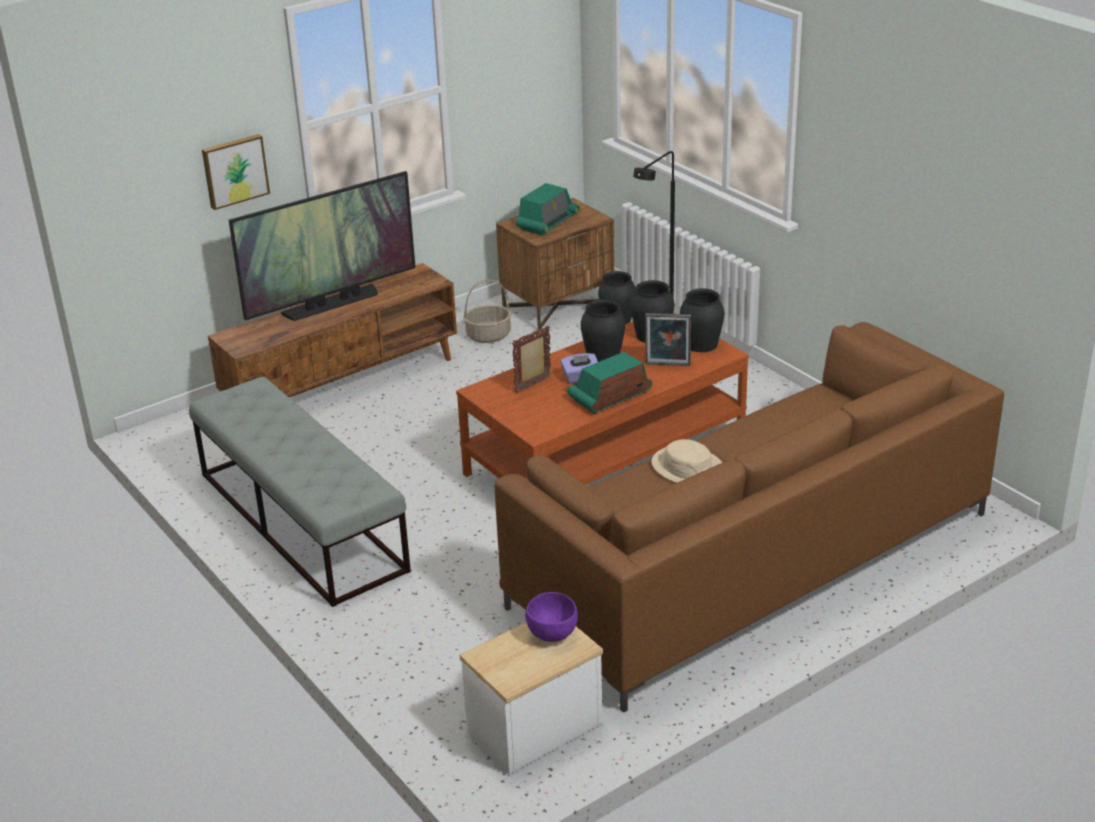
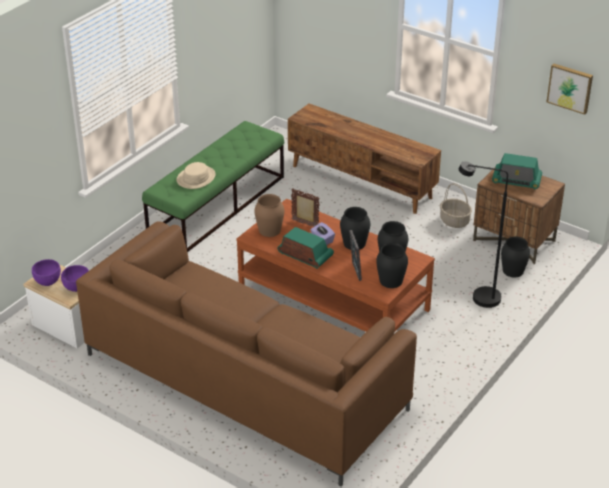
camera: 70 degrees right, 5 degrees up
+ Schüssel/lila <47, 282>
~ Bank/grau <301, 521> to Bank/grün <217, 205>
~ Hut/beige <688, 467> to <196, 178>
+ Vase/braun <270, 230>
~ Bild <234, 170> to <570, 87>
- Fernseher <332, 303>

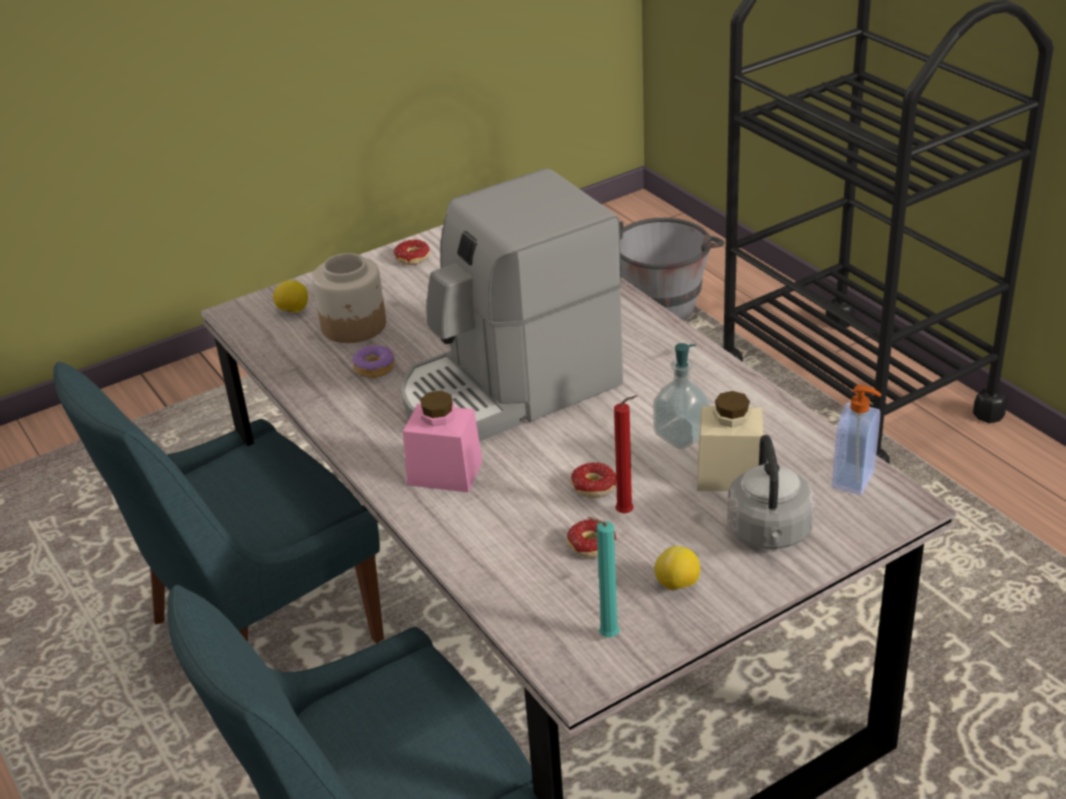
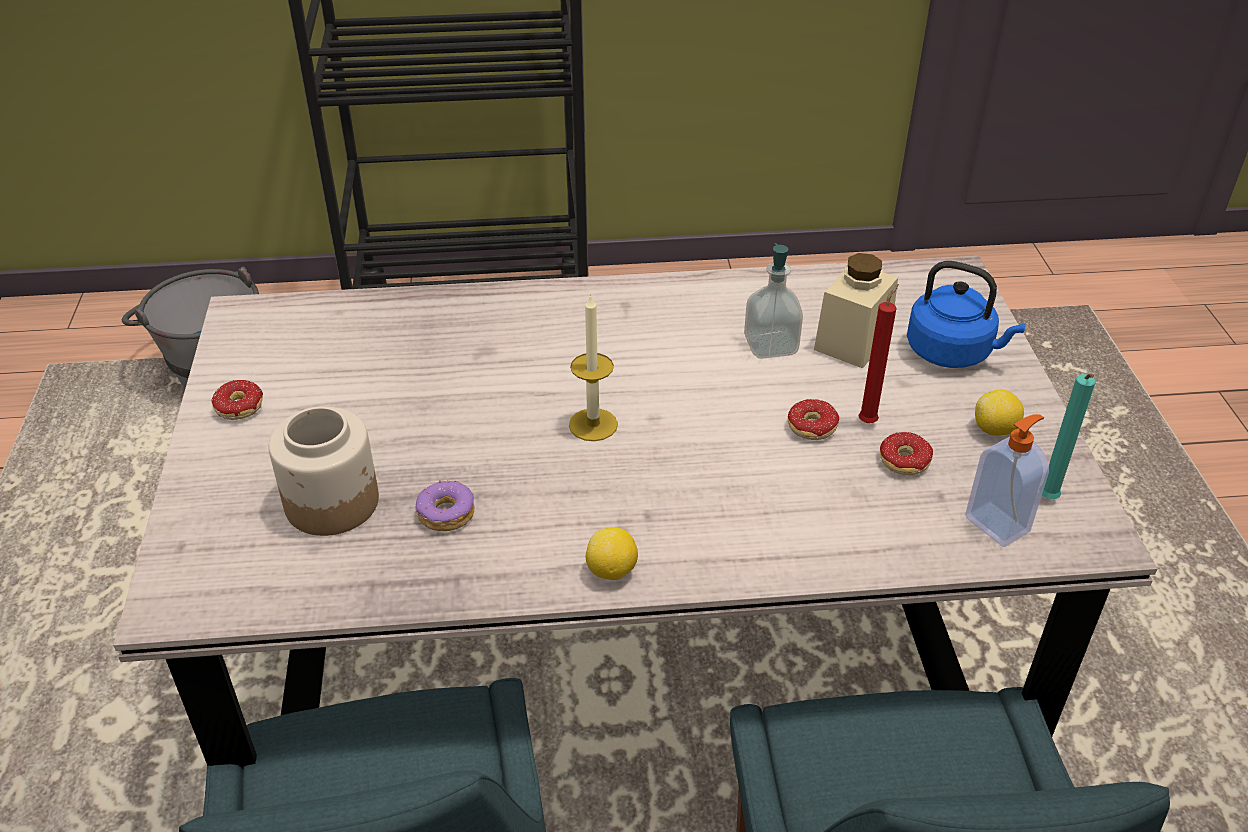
camera: 65 degrees left, 5 degrees up
~ Kaffeemaschine <509, 389> to Kerze <593, 425>
~ Zitrone <293, 311> to <612, 571>
~ Wasserkessel/grau <770, 534> to Wasserkessel/blau <952, 353>
~ Seifenspender <854, 480> to <998, 524>
- Vorratsglas/rosa <445, 473>

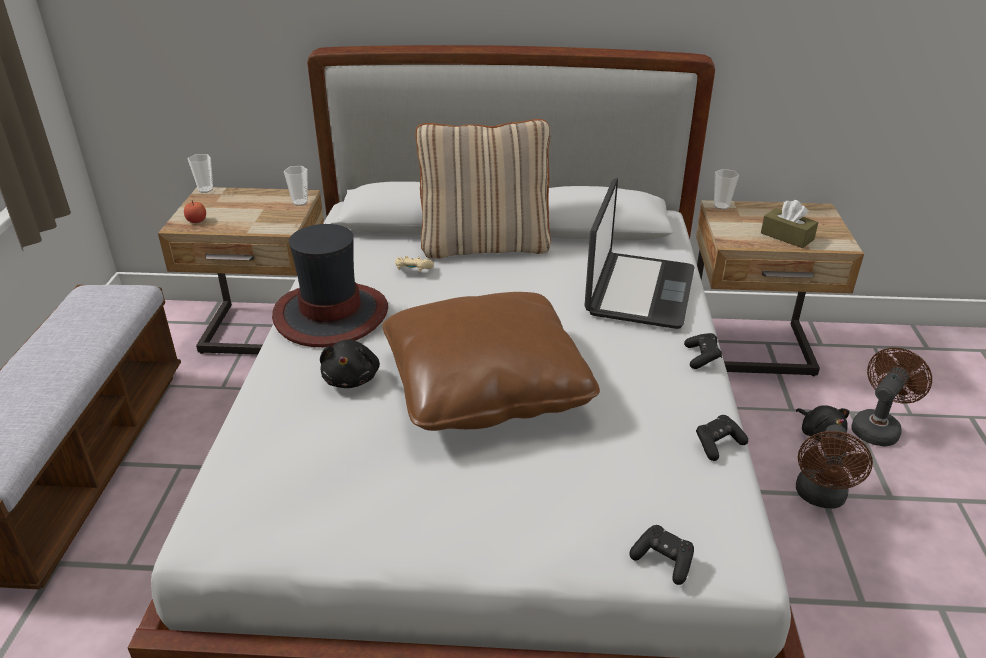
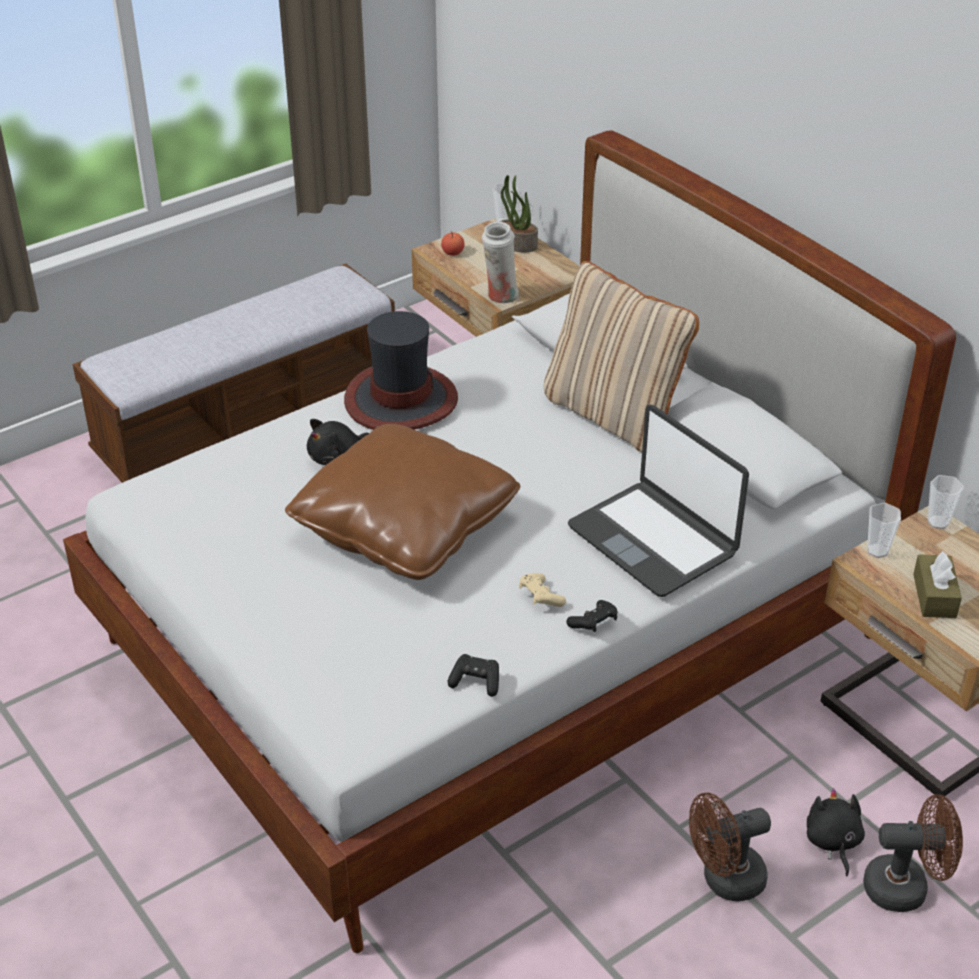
camera: 50 degrees right, 5 degrees up
+ Vase/weiß <500, 297>
+ Topfpflanze <516, 245>
~ Gamepad/beige <413, 271> to <540, 597>
~ Laptop <638, 291> = <653, 540> 75 degrees clockwise
~ Plüschtier/schwarz <820, 433> = <832, 842> 150 degrees clockwise
~ Tasse <300, 202> to <877, 551>
- Gamepad/schwarz <663, 561>

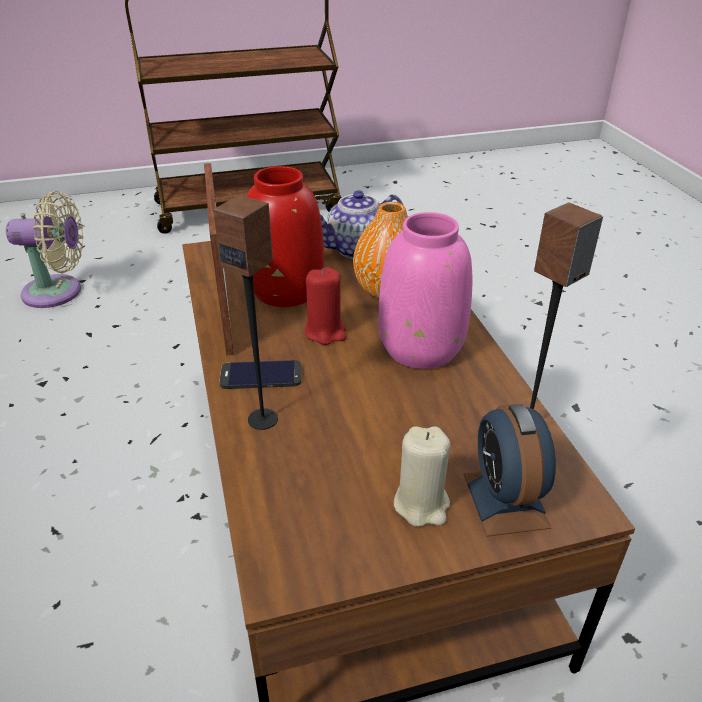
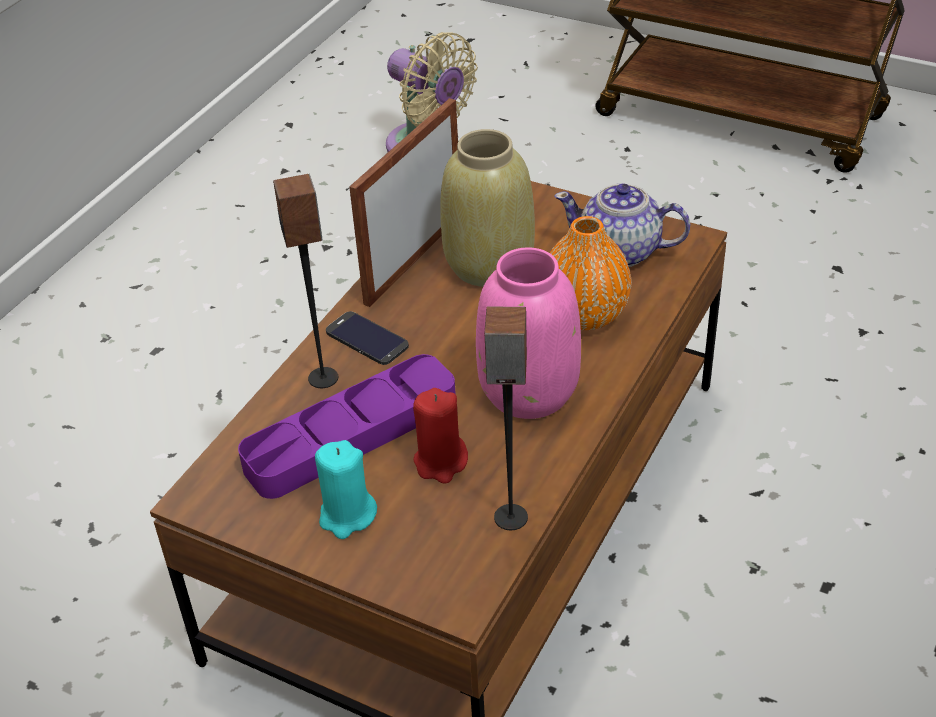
camera: 45 degrees right, 5 degrees up
+ Tablett/lila <351, 434>
~ Kerze/beige <421, 504> to Kerze/türkis <347, 516>
~ Kerze/rot <325, 332> to <440, 462>
~ Vase/rot <286, 290> to Vase/beige <490, 264>
- Wecker <505, 500>

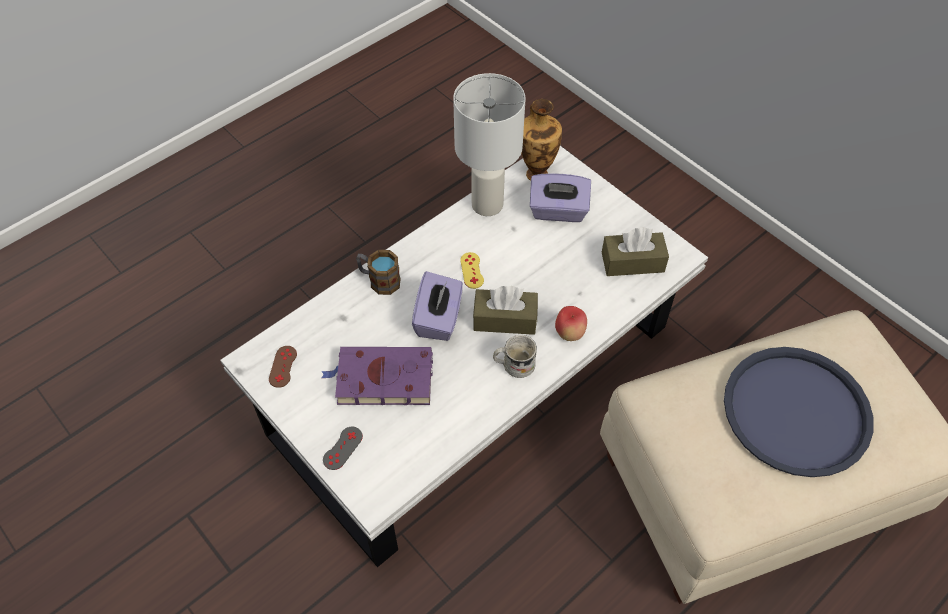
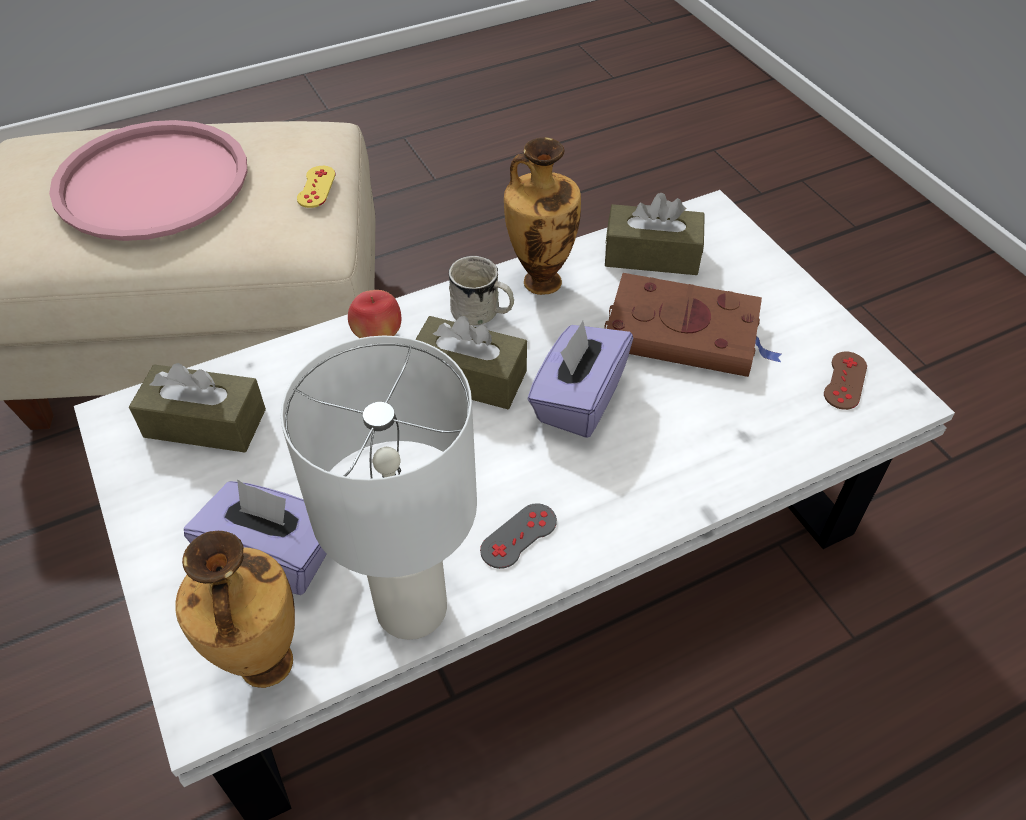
camera: 165 degrees left, 5 degrees down
~ Tablett/blau <796, 412> to Tablett/rosa <153, 182>
~ Gamepad/gelb <472, 270> to <316, 187>
~ Gamepad/grau <342, 448> to <519, 536>
+ Vase <540, 280>
~ Buch/lila <381, 379> to Buch/braun <686, 334>
+ Taschentuchbox/braun <652, 255>
- Henkelbecher <379, 280>

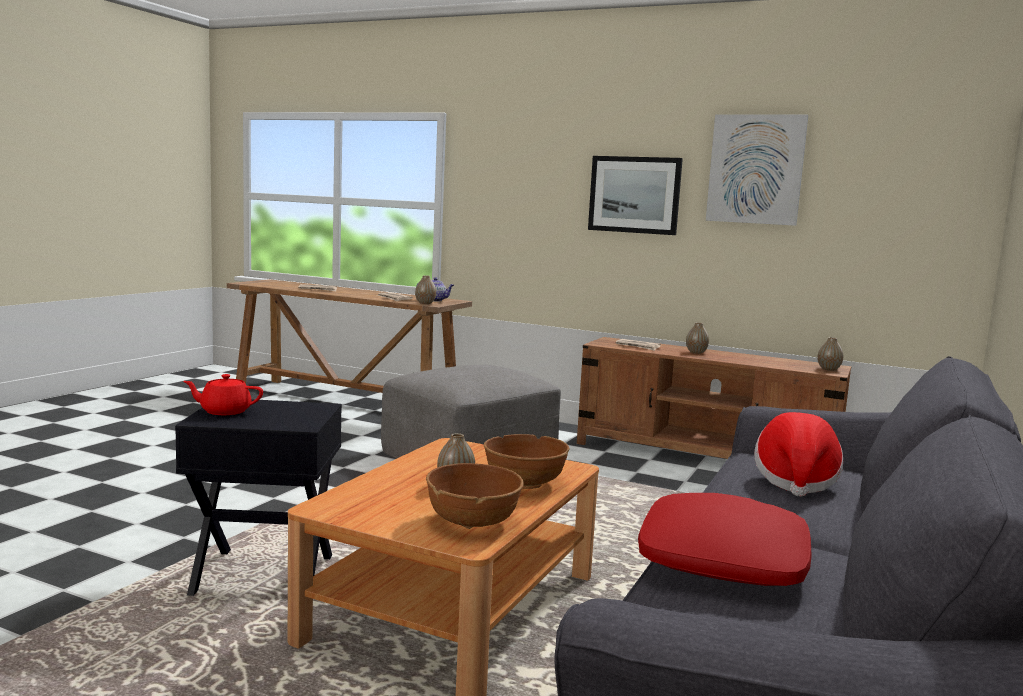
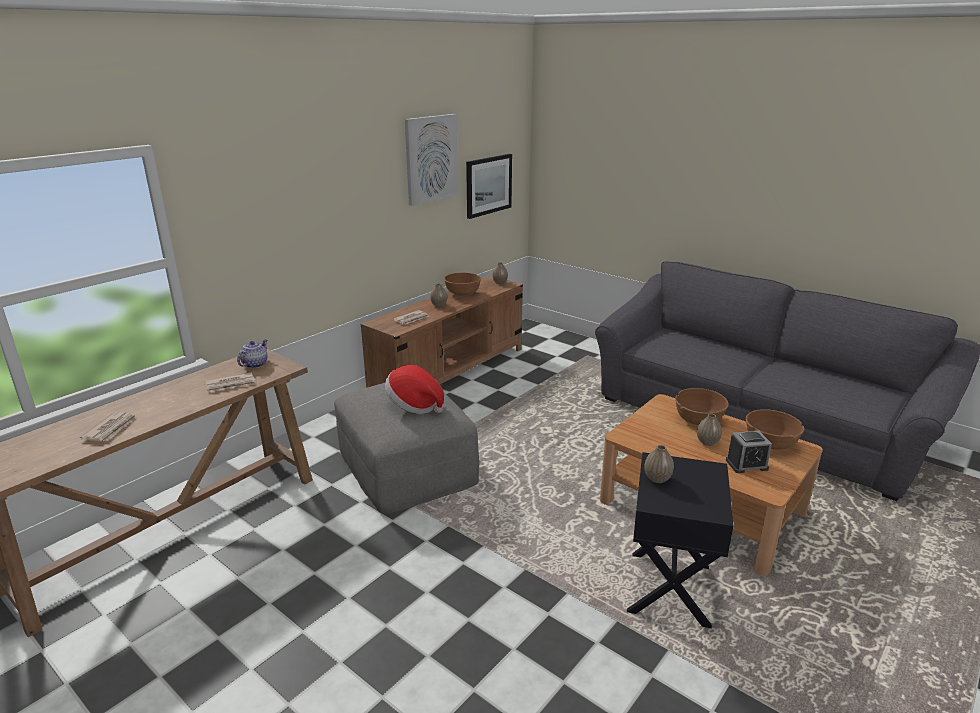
camera: 75 degrees left, 15 degrees up
~ Hut <795, 481> to <414, 405>
+ Schüssel/braun <462, 293>
~ Bild <634, 195> to <488, 185>
~ Vase <425, 303> to <657, 479>
+ Wecker <746, 464>
- Teekanne/rot <224, 411>
- Kissen/rot <724, 561>

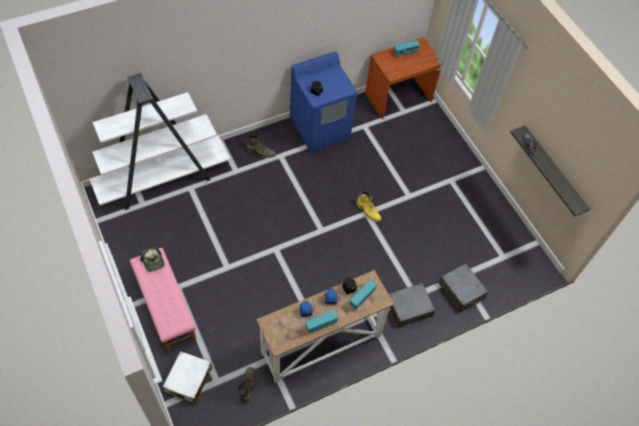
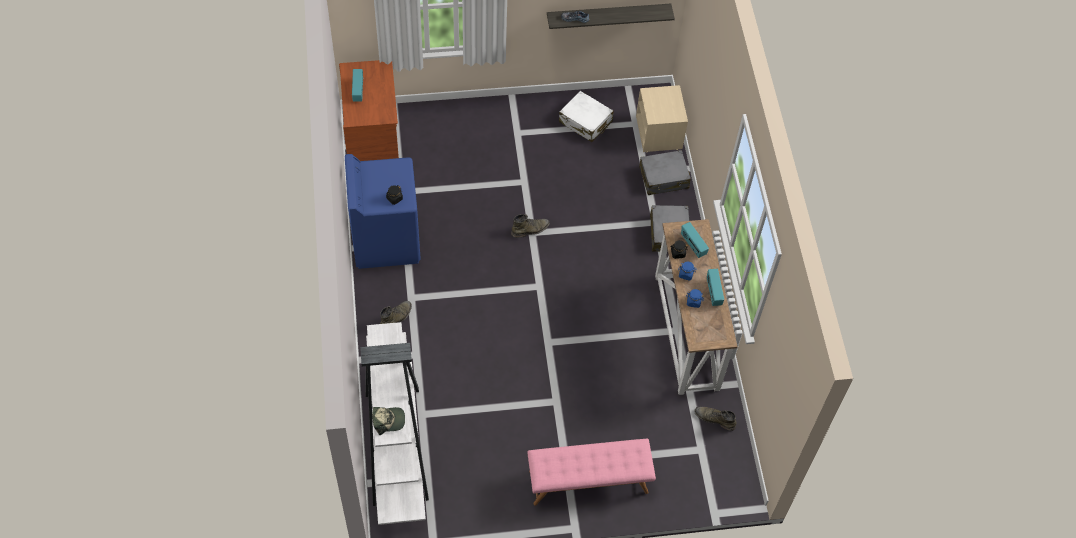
camera: 70 degrees left, 0 degrees up
~ Kappe <153, 261> to <388, 420>
~ Stiefel/gelb <368, 211> to Stiefel/grün <530, 229>
~ Koffer/weiß <188, 380> to <585, 122>
+ Nachttisch/beige <659, 133>

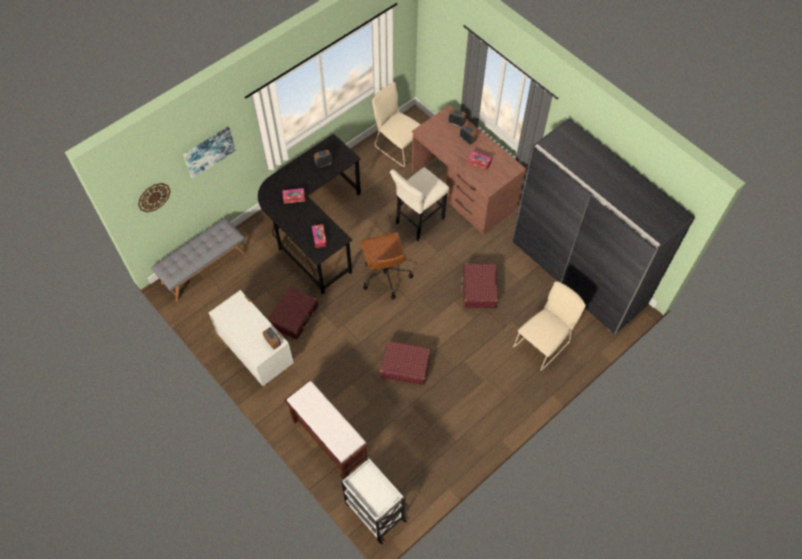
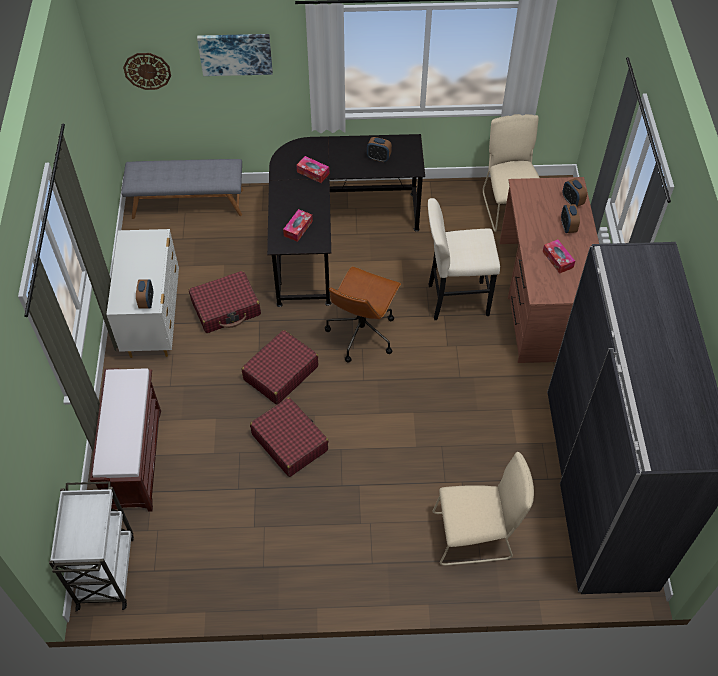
camera: 40 degrees right, 5 degrees down
~ Koffer/rot <479, 289> to <280, 373>

